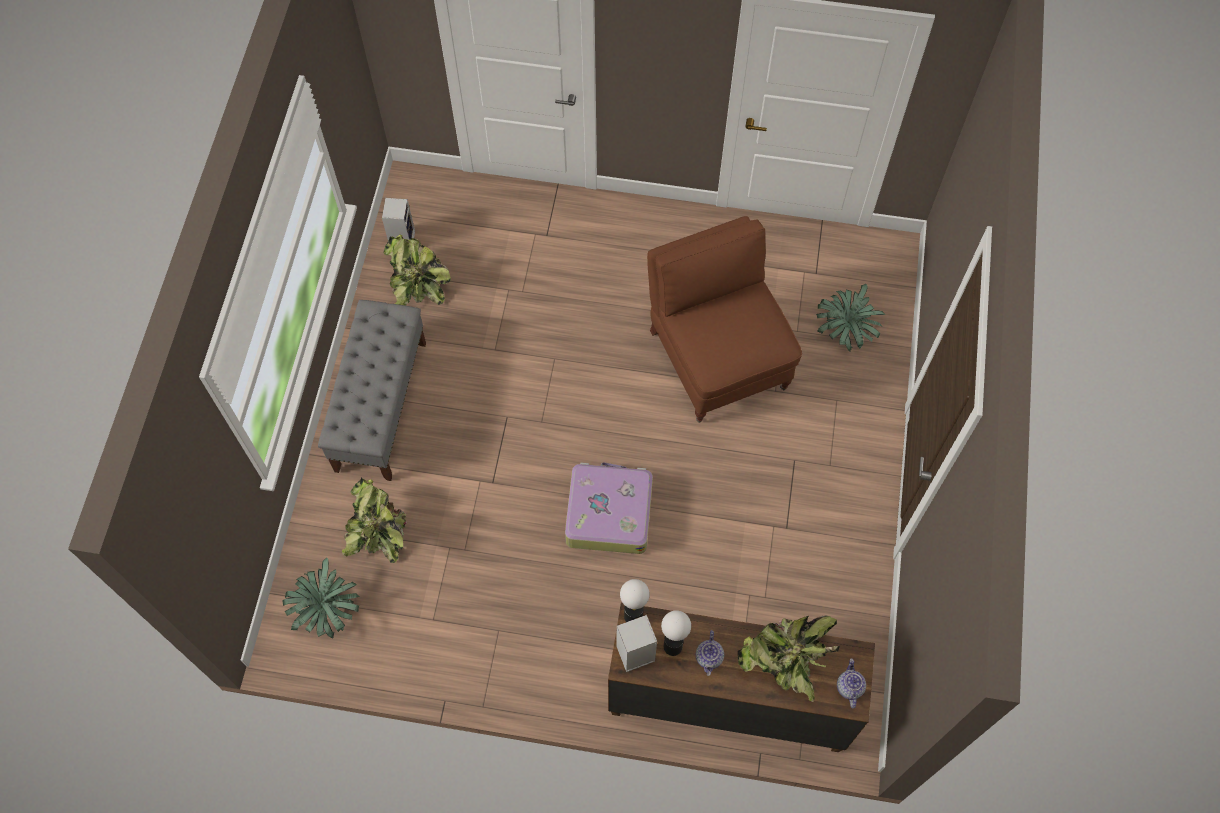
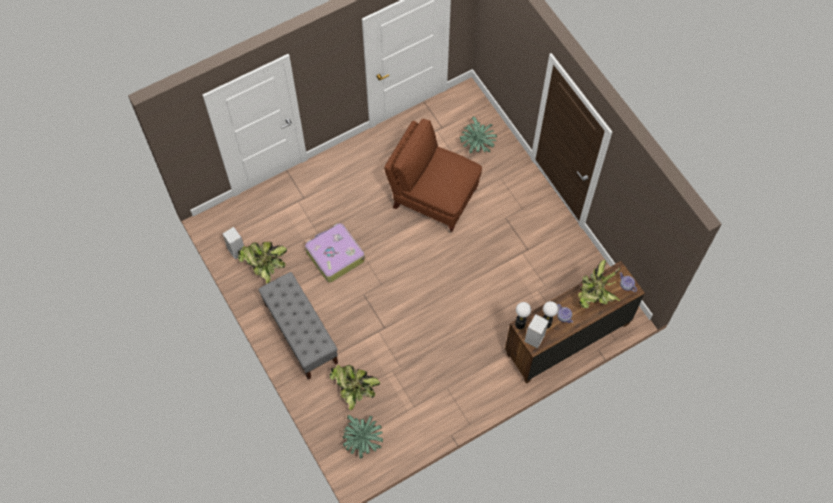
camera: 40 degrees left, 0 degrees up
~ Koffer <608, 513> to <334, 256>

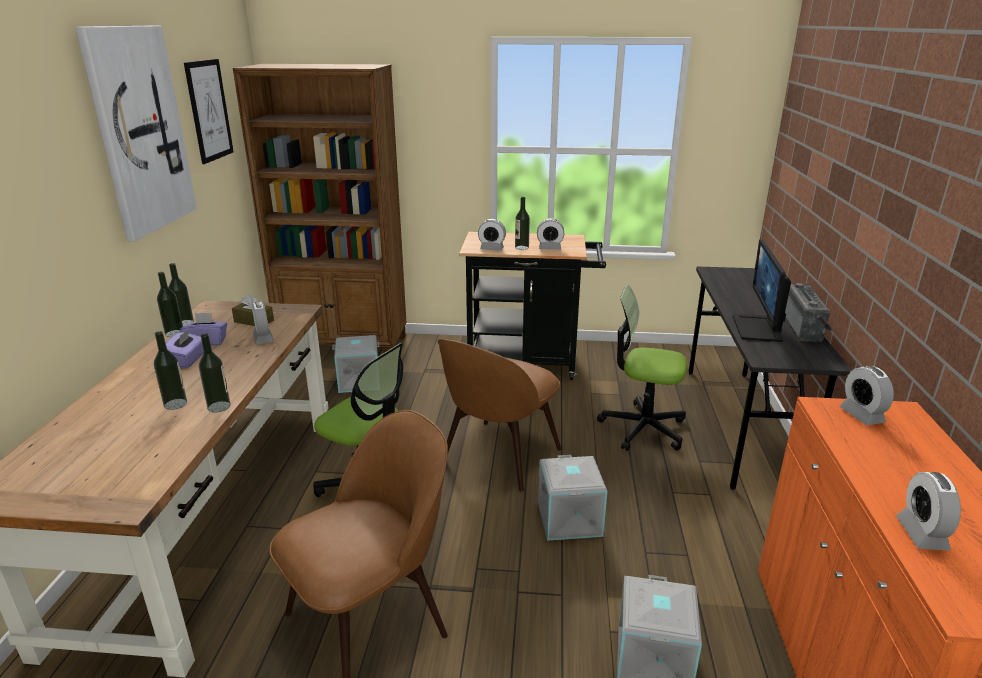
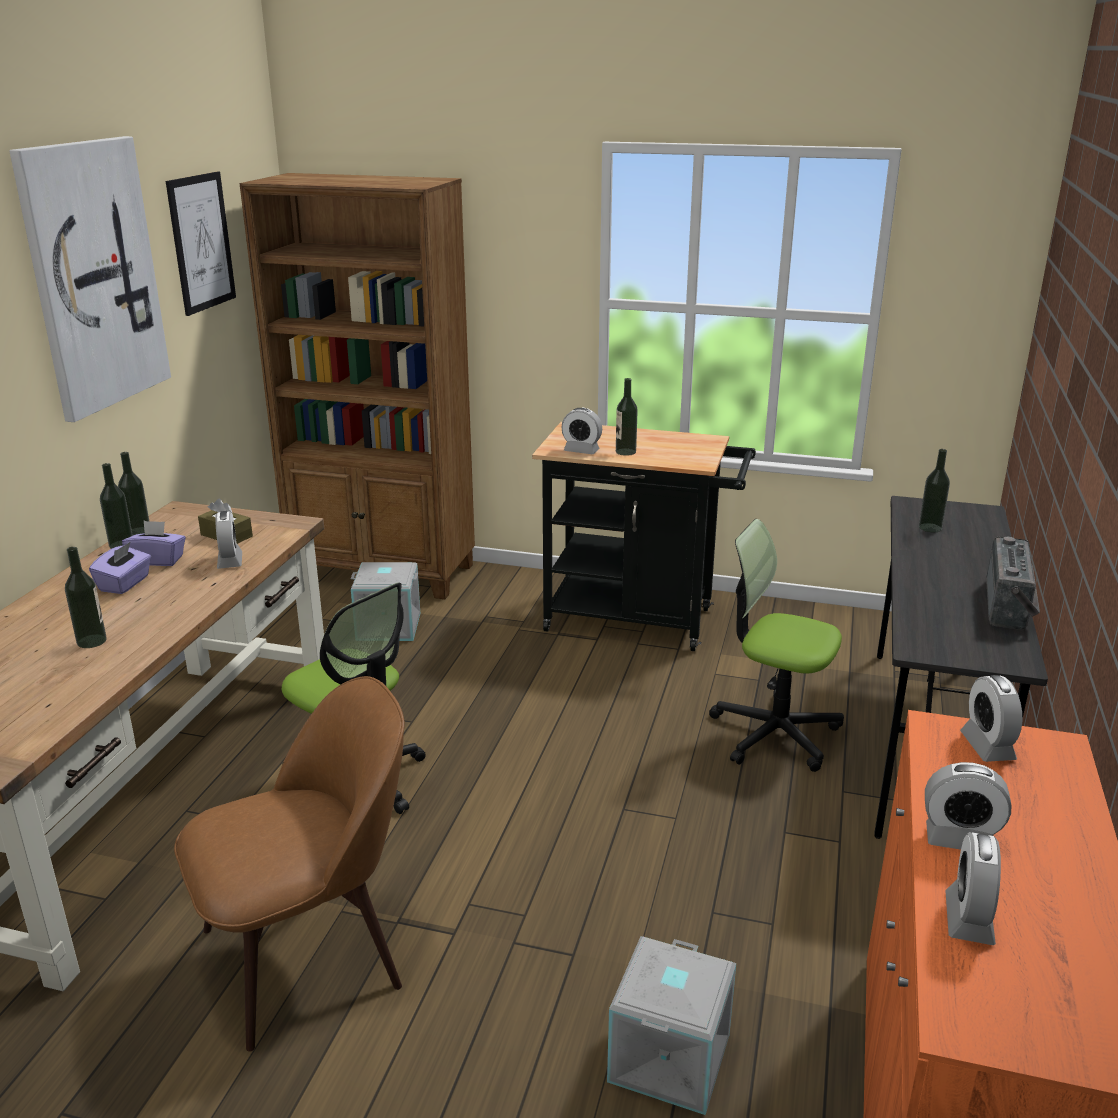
camera: 10 degrees right, 0 degrees up
~ Flasche <219, 406> to <930, 528>
~ Wecker <549, 248> to <959, 839>
- Stuhl/braun <498, 457>
- Aufbewahrungsbox/grau <570, 519>
- Monitor <758, 328>

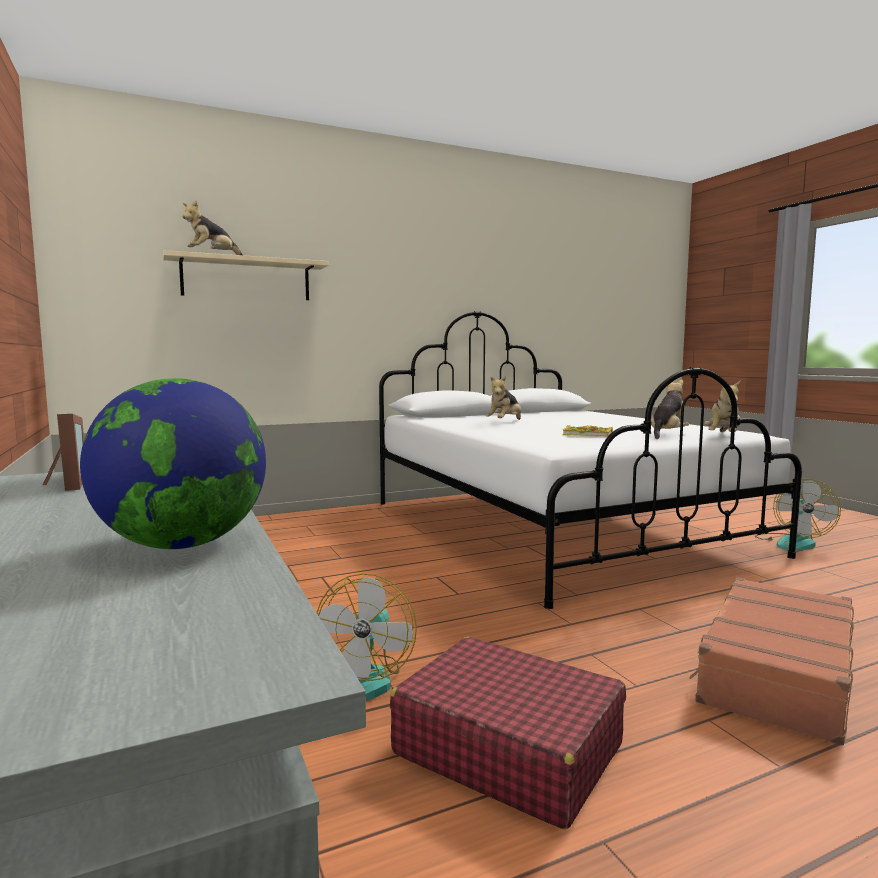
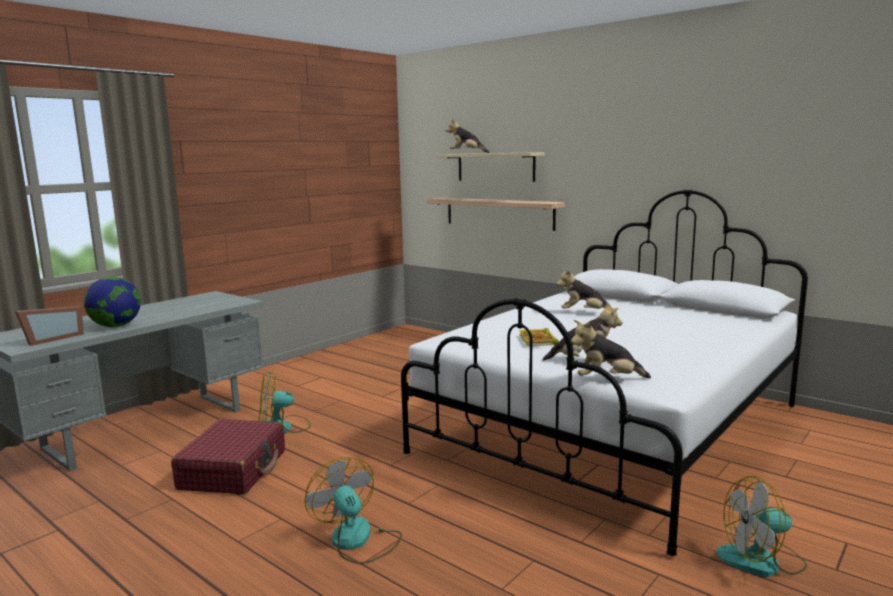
camera: 65 degrees right, 5 degrees up
~ Bilderrahmen <63, 482> to <52, 339>
~ Koffer/braun <775, 672> to Ventilator <357, 541>
+ Wandregal <498, 213>

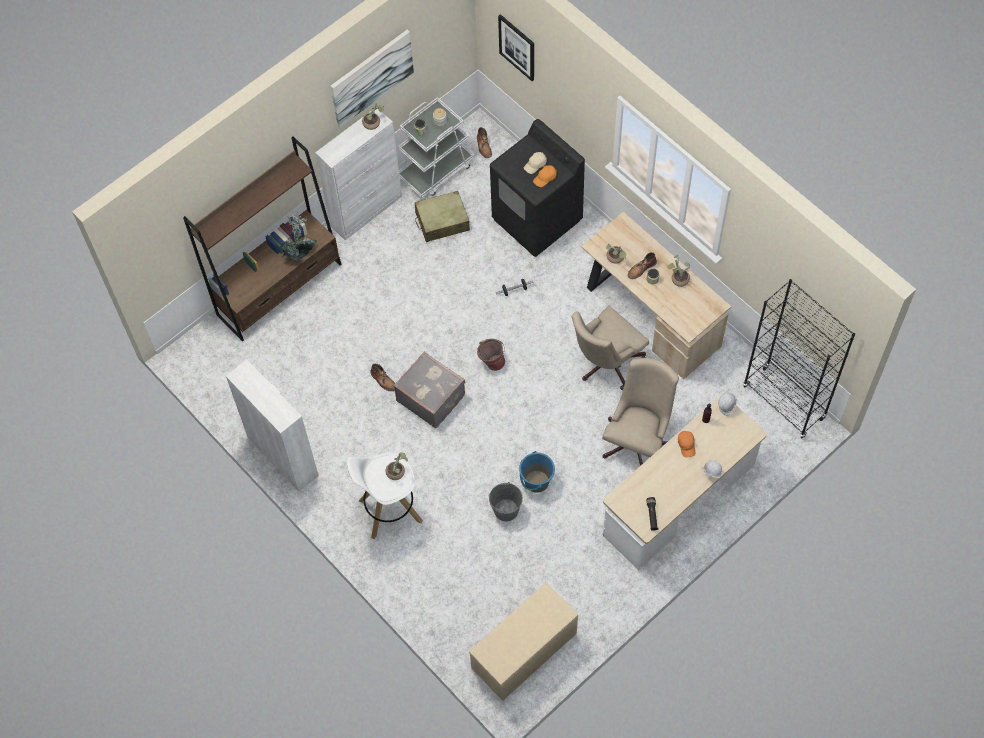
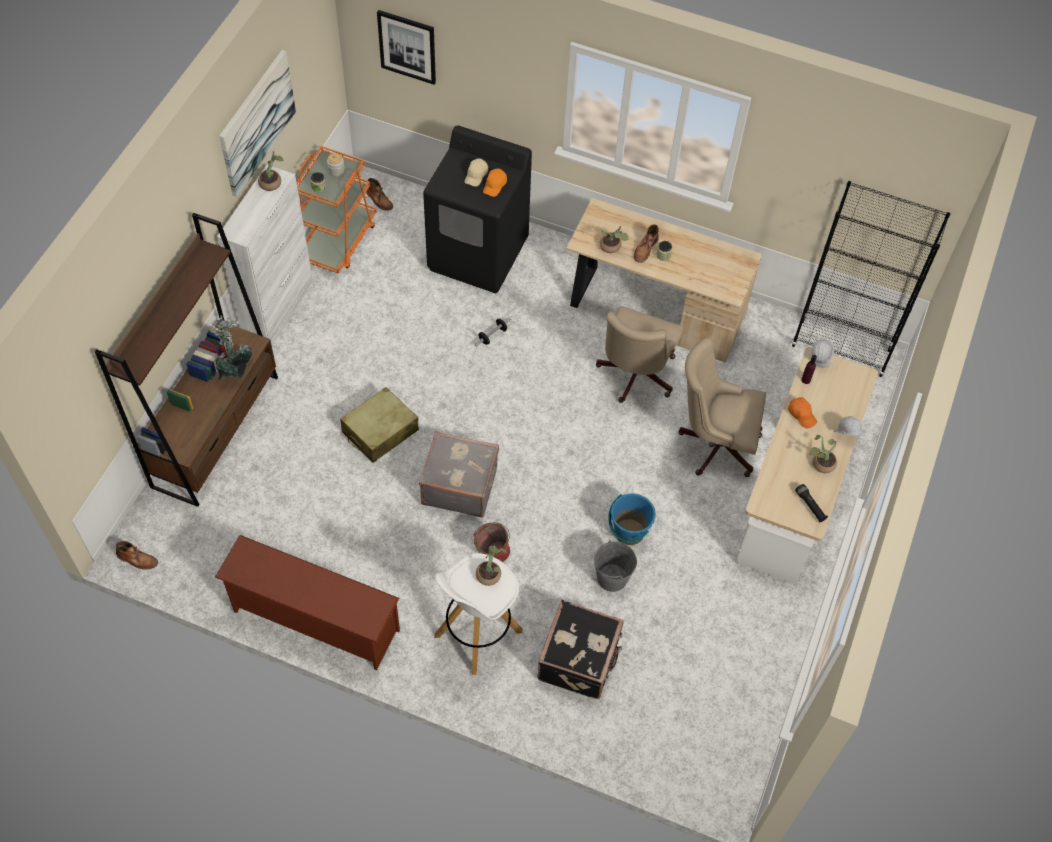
camera: 30 degrees left, 5 degrees down
~ Stiefel/braun <383, 380> to <137, 559>
~ Schrank/weiß <282, 456> to Schuhregal/braun <314, 621>
~ Rollwagen/weiß <436, 170> to Rollwagen/orange <338, 241>
~ Koffer/beige <442, 221> to <380, 431>
~ Eimer <491, 362> to <491, 553>
+ Koffer/schwarz <580, 660>
~ Bürostuhl/beige <638, 439> = <714, 443> 75 degrees counterclockwise
~ Topfpflanze <678, 278> to <820, 463>
- Bank/beige <524, 652>

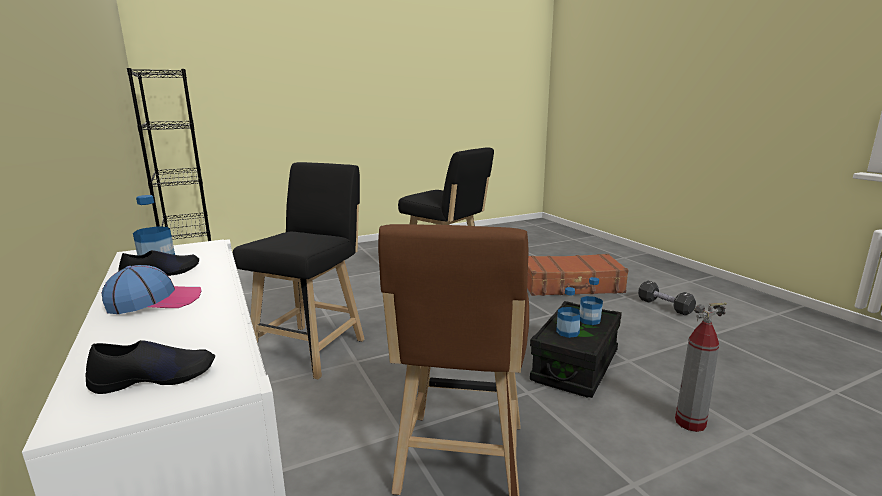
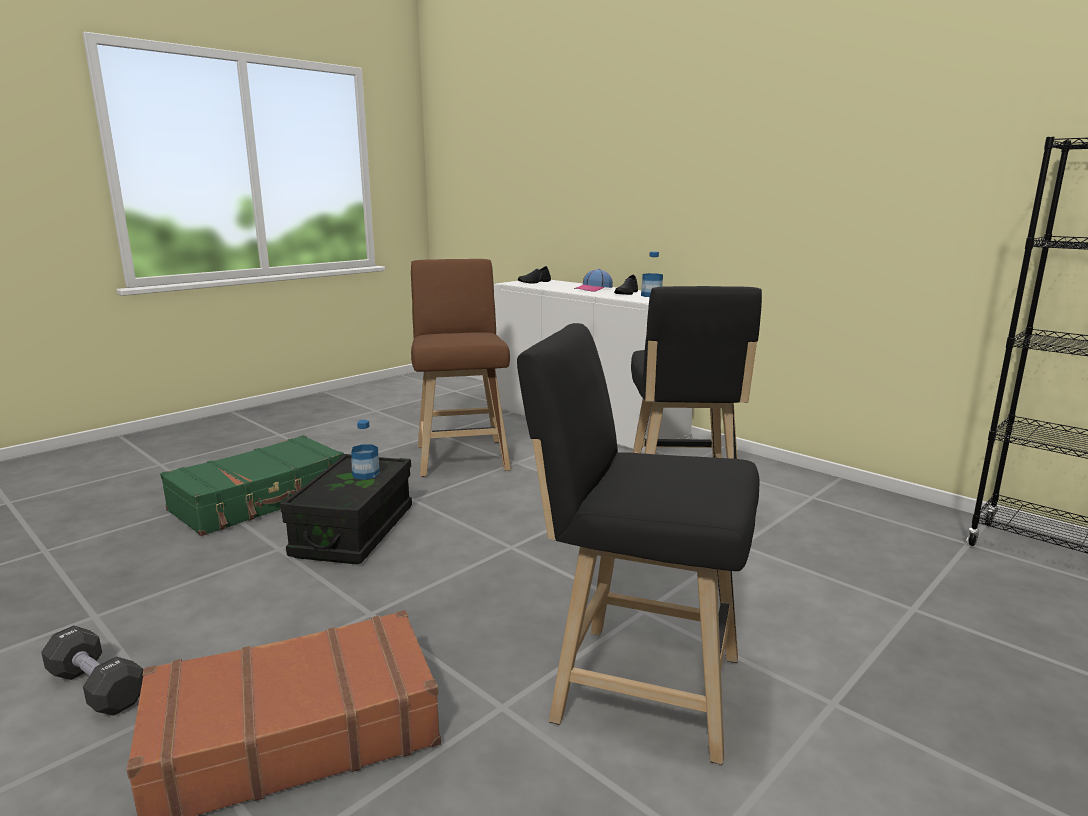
camera: 160 degrees right, 0 degrees up
~ Feuerlöscher <690, 423> to Koffer/grün <261, 499>
- Flasche <589, 320>

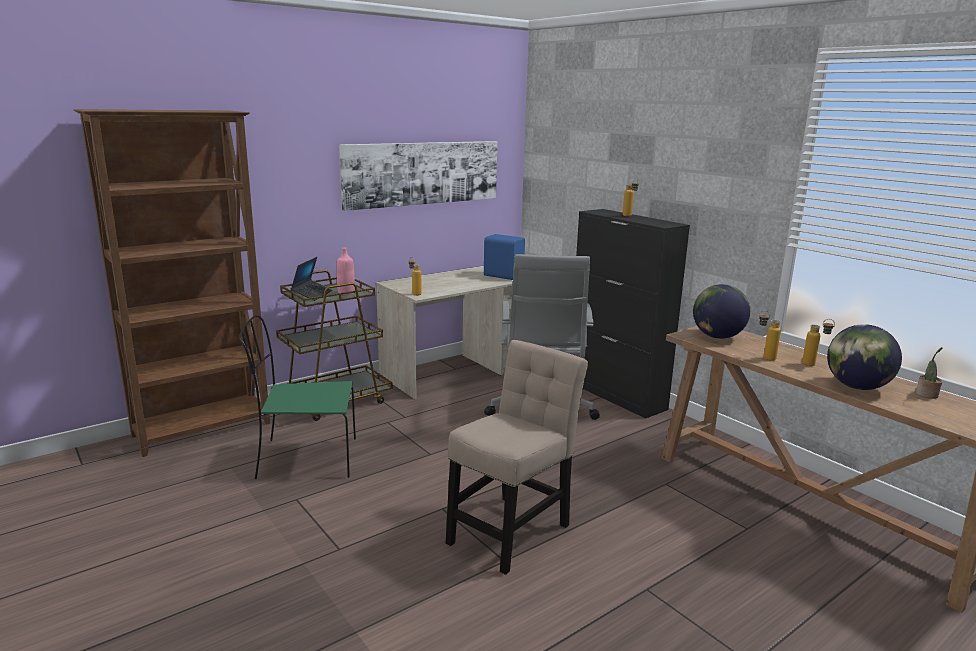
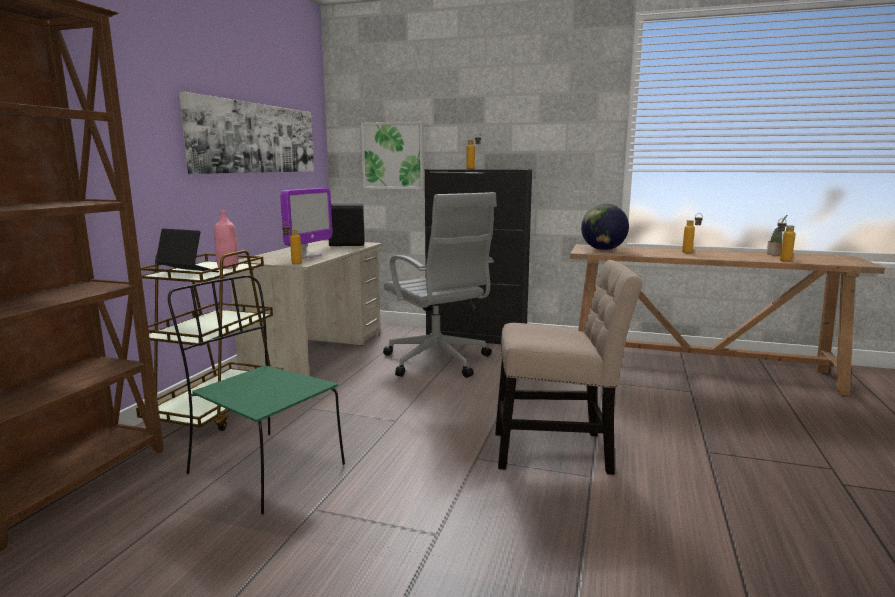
camera: 35 degrees left, 5 degrees down
~ Laptop <312, 294> = <188, 273> 45 degrees counterclockwise
~ Stuhl/grün <305, 458> = <263, 468> 75 degrees clockwise
+ Monitor <308, 256>
~ Lautsprecher/blau <503, 275> to Lautsprecher/schwarz <346, 244>
+ Bild <393, 155>
~ Stuhl/beige <512, 530> = <558, 451> 90 degrees clockwise
~ Flasche <764, 357> to <781, 261>
- Globus <856, 387>

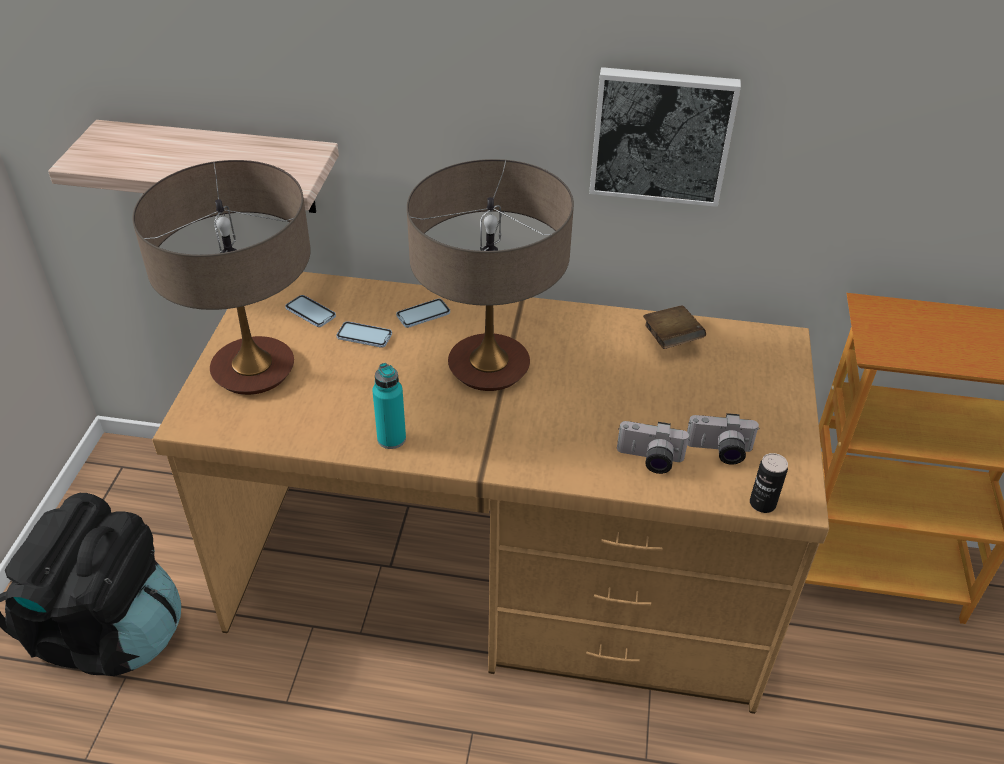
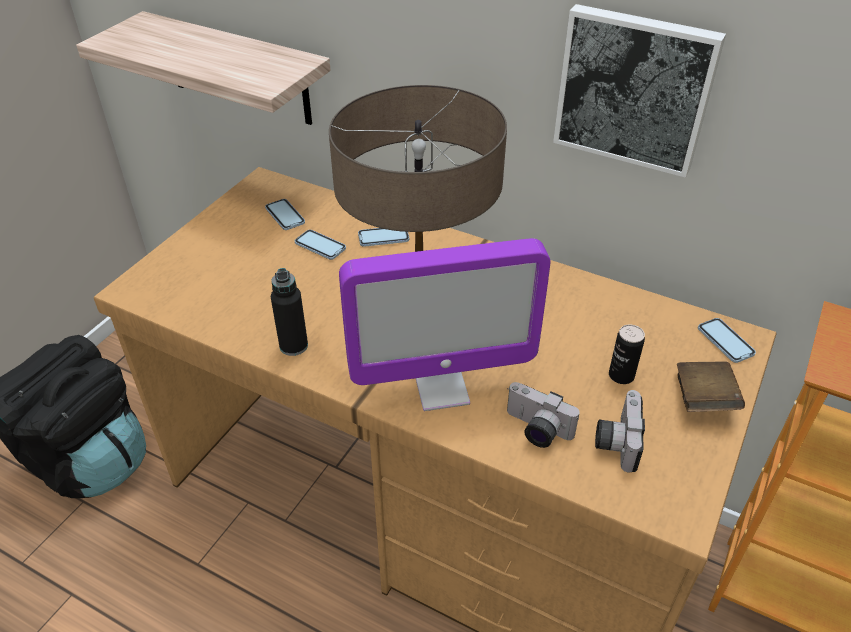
camera: 20 degrees right, 0 degrees up
~ Flasche/türkis <391, 439> to Flasche/schwarz <293, 346>
+ Monitor <441, 388>
~ Kamera <719, 452> = <616, 440> 75 degrees clockwise
~ Dose <762, 503> to <621, 375>
~ Buch/braun <671, 339> to <703, 399>
+ Handy <725, 341>
- Tischlampe <253, 370>

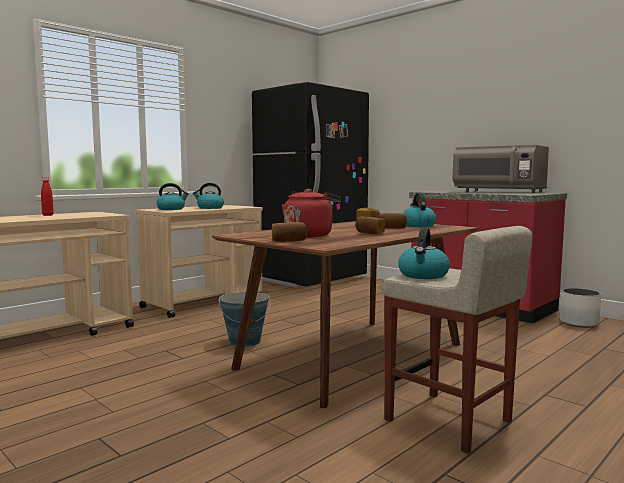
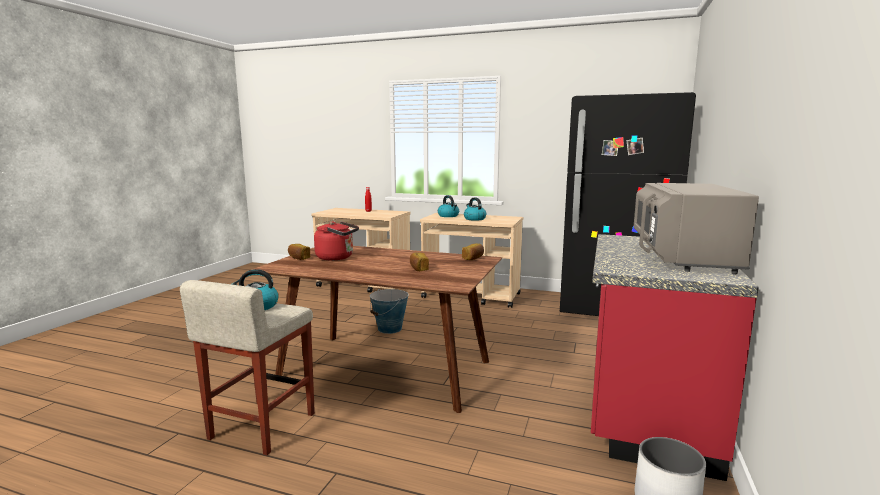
camera: 65 degrees right, 5 degrees up
- Brot <369, 233>
- Wasserkessel <418, 225>

